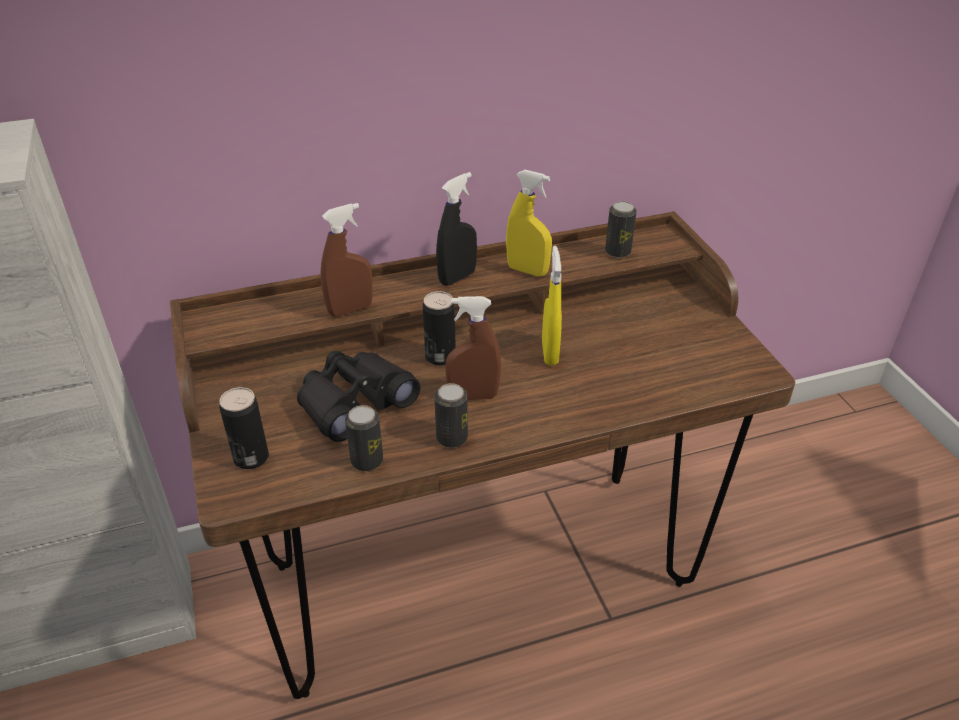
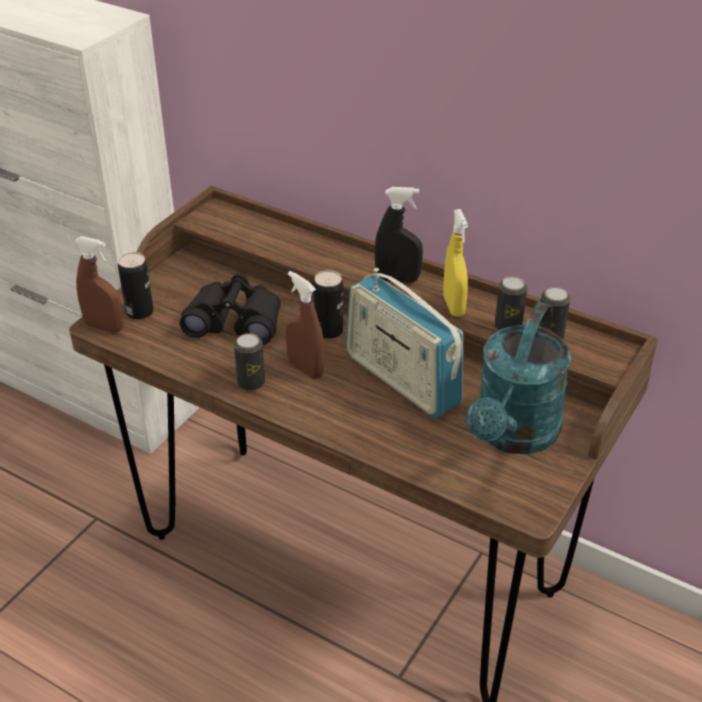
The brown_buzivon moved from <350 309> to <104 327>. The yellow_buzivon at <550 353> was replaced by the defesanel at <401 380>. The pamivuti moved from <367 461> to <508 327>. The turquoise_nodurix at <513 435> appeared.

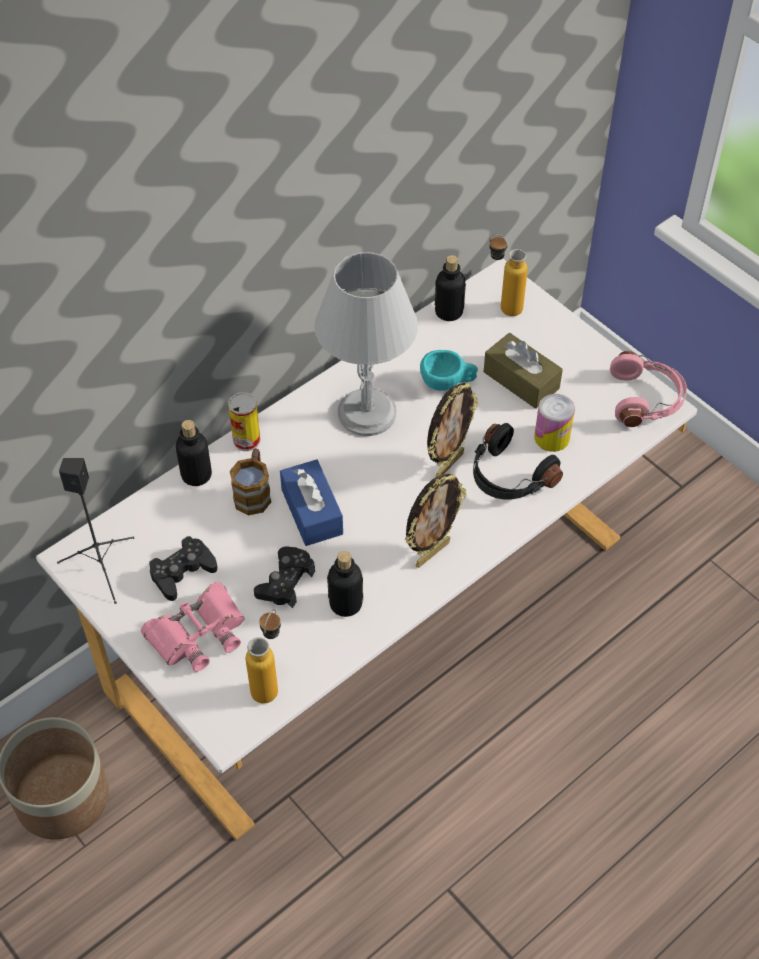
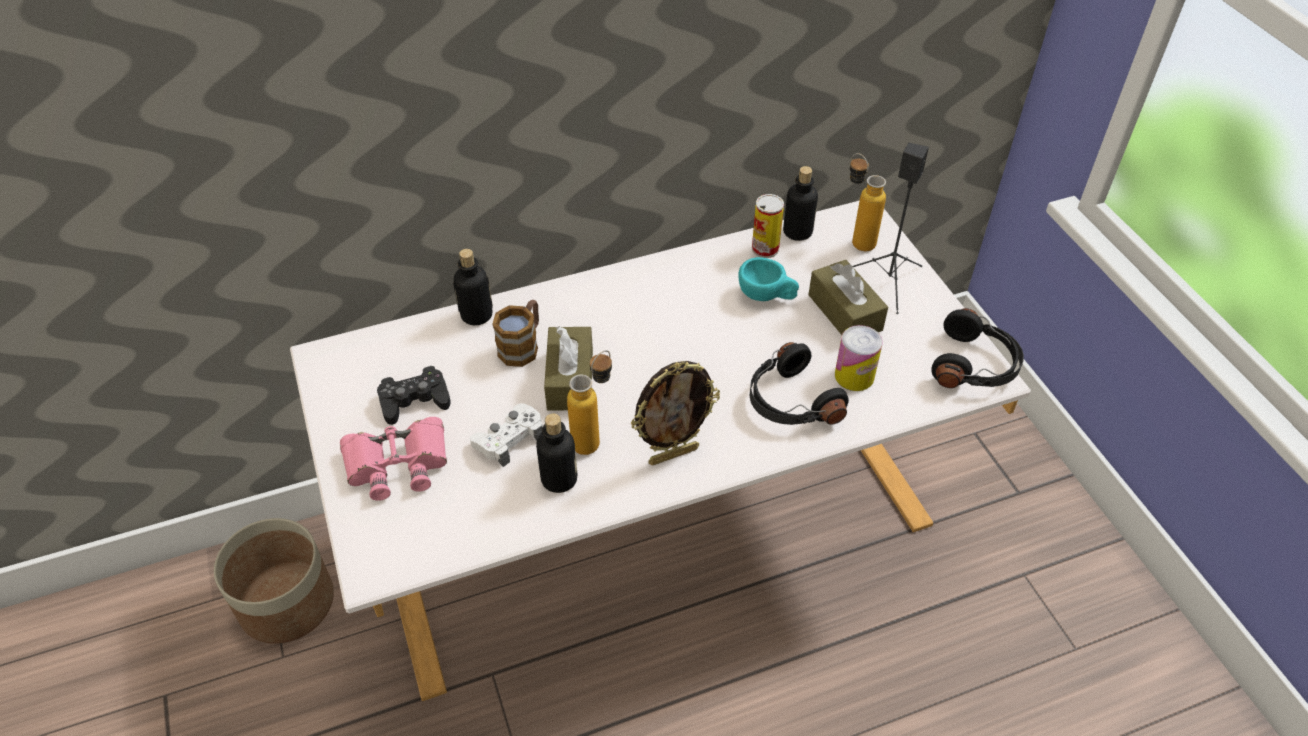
The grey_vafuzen at <367 413> disappeared. The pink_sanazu at <646 399> became the black_sanazu at <975 365>. The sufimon at <448 464> disappeared. The pamivuti moved from <246 440> to <765 248>. The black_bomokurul moved from <102 566> to <888 281>. The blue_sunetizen at <312 512> became the brown_sunetizen at <570 379>. The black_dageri at <285 582> became the white_dageri at <509 439>. The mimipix moved from <269 683> to <594 438>.

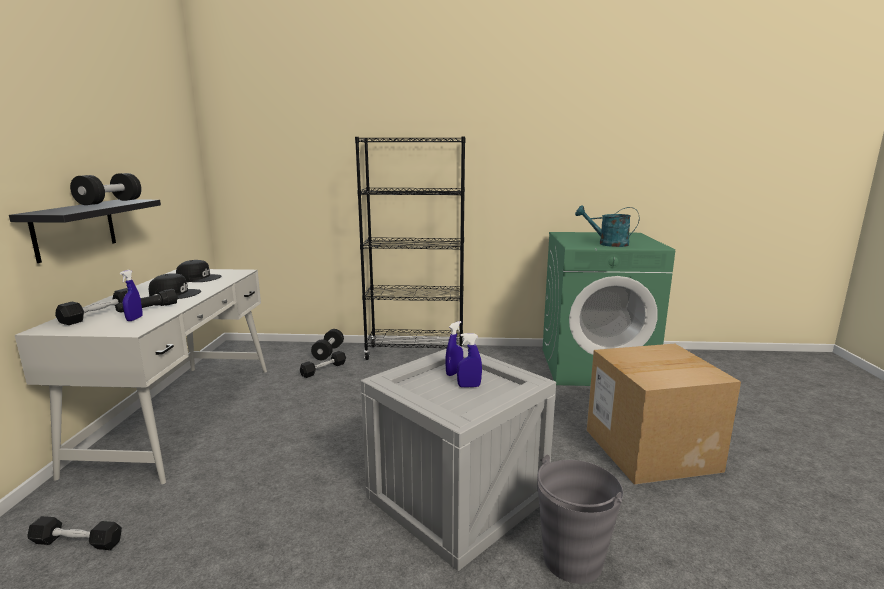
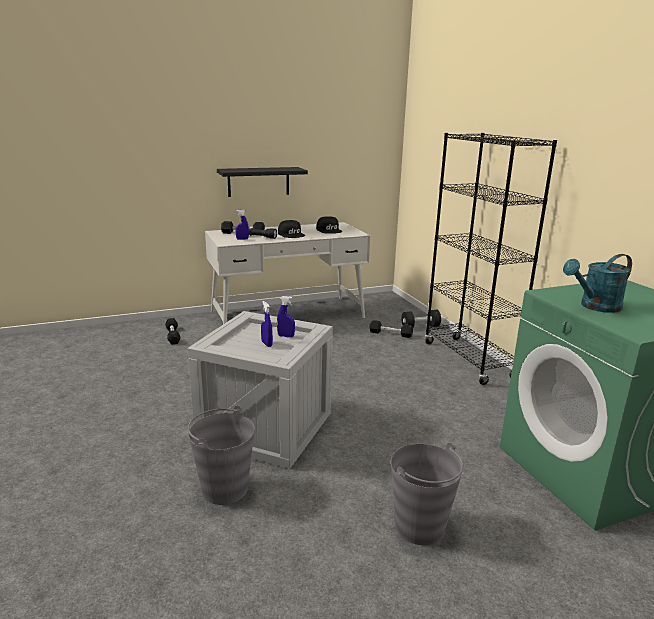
The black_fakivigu at <110 202> disappeared. The turquoise_nodurix at <607 244> turned 105 degrees counterclockwise. The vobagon at <650 449> was replaced by the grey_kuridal at <420 527>.

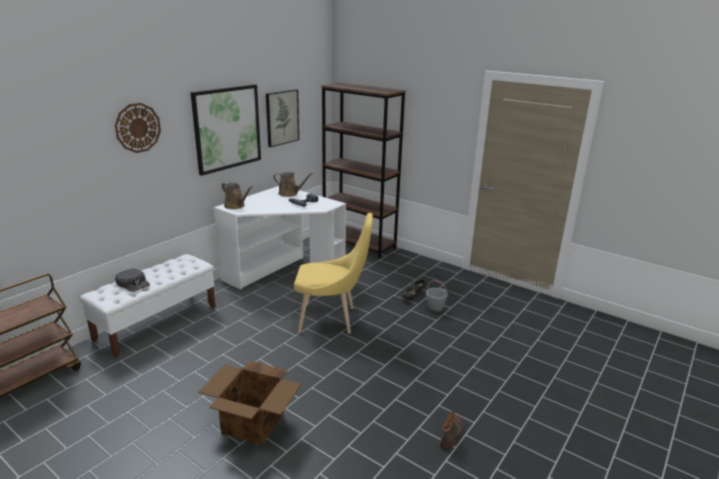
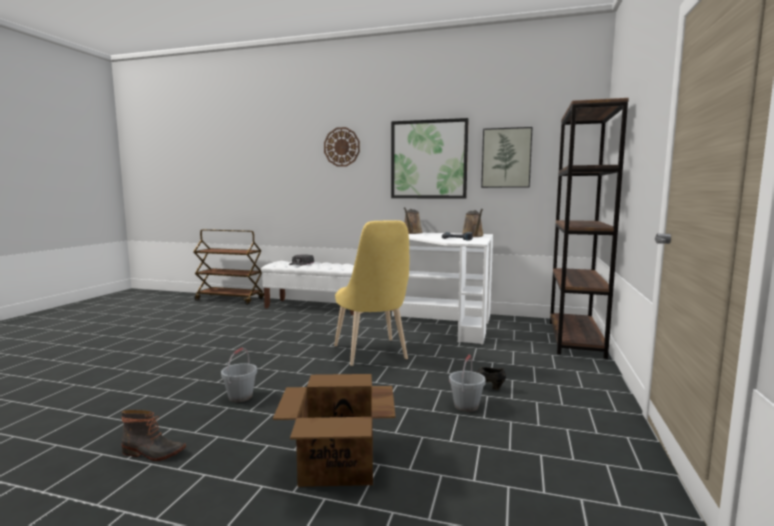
The vobagon moved from <253 423> to <337 465>. The grey_kuridal at <240 397> appeared.

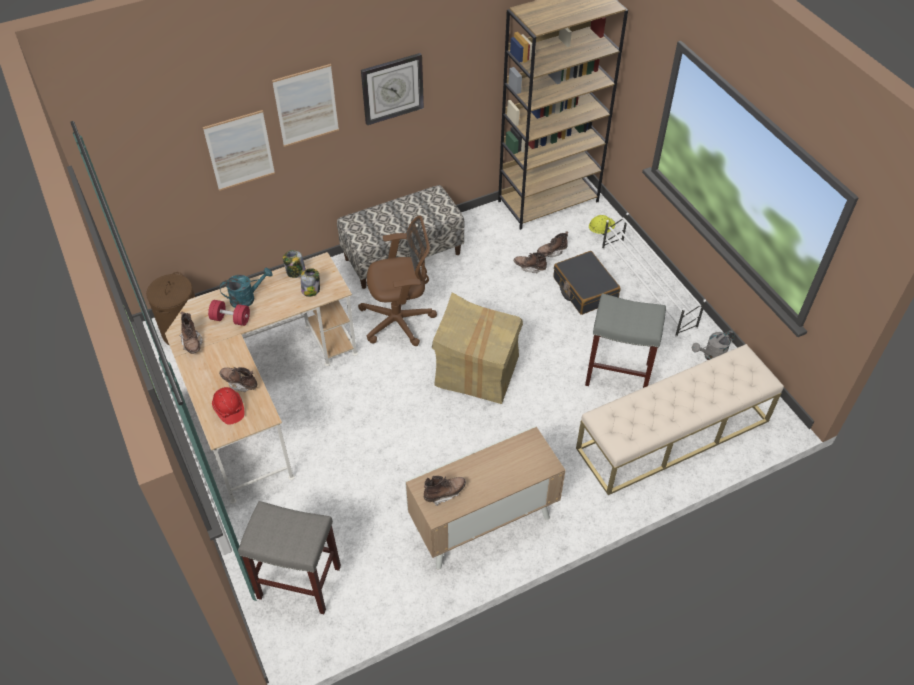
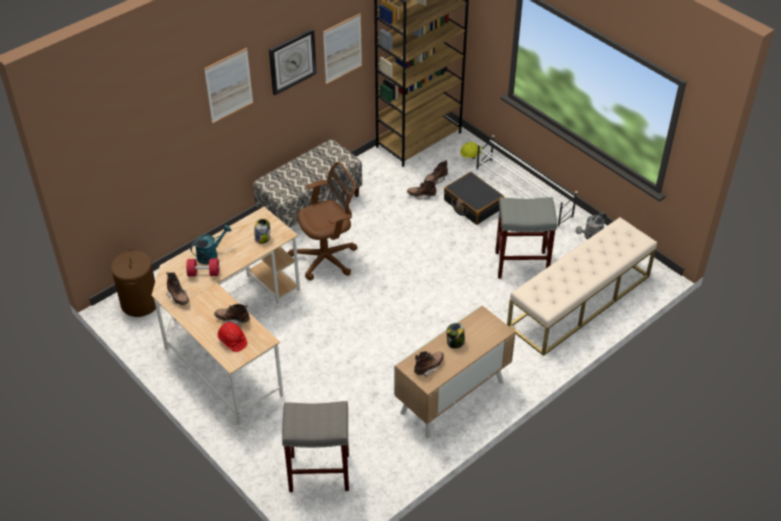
The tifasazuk moved from <240 150> to <342 48>. The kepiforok moved from <295 272> to <455 342>. The vobagon at <476 371> disappeared.

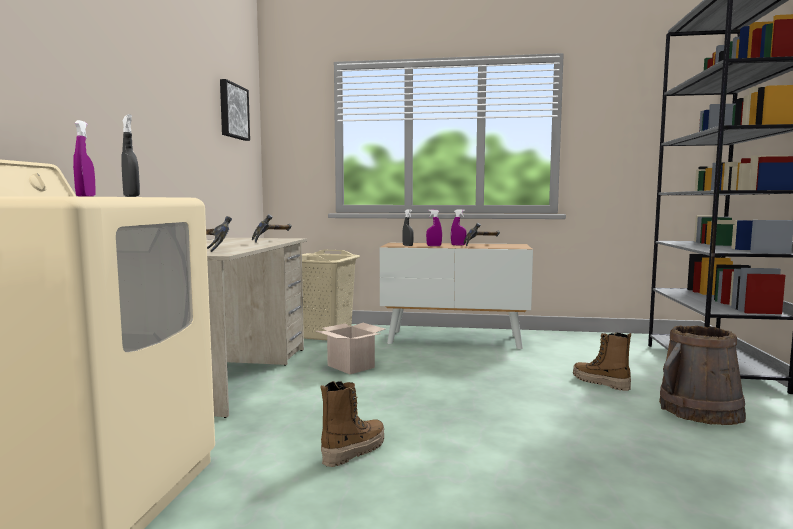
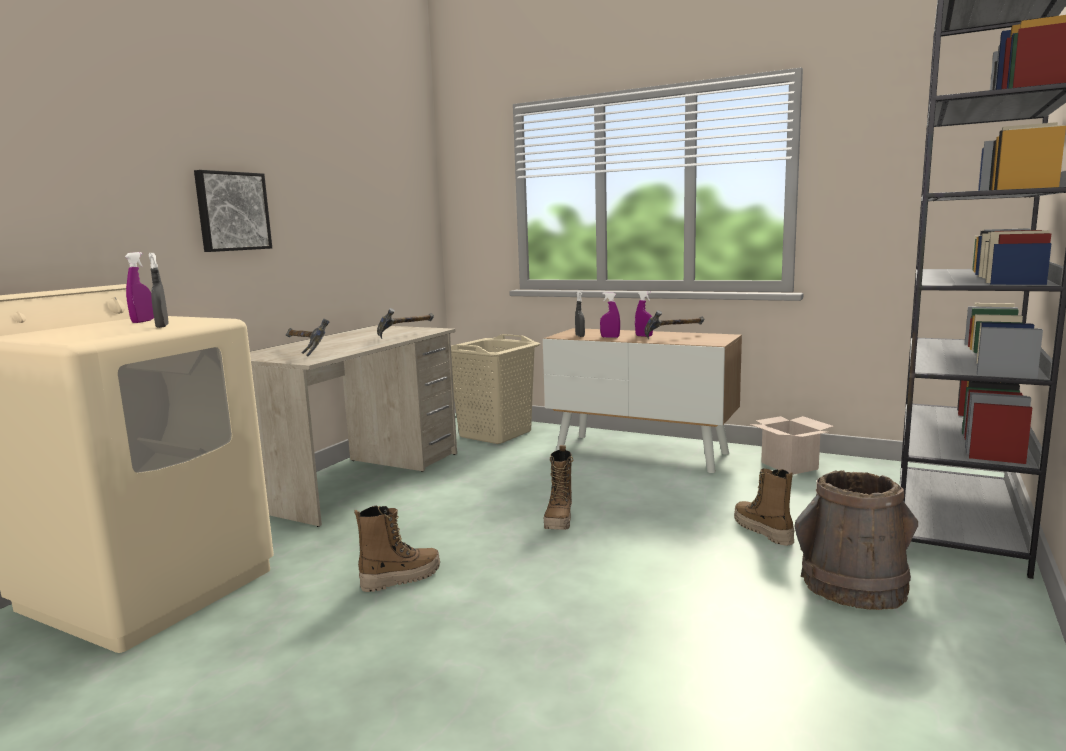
The tifasazuk moved from <232 111> to <232 211>. The vobagon moved from <352 366> to <791 466>. The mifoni at <559 520> appeared.

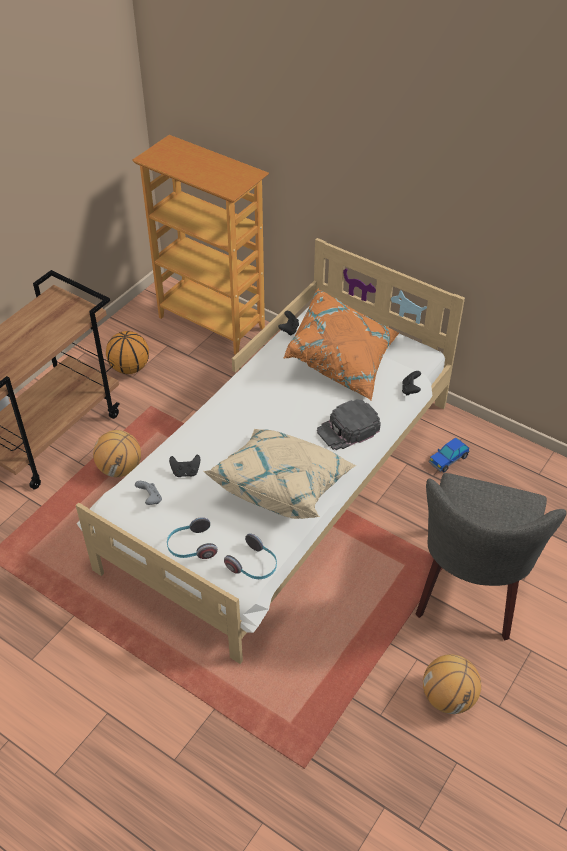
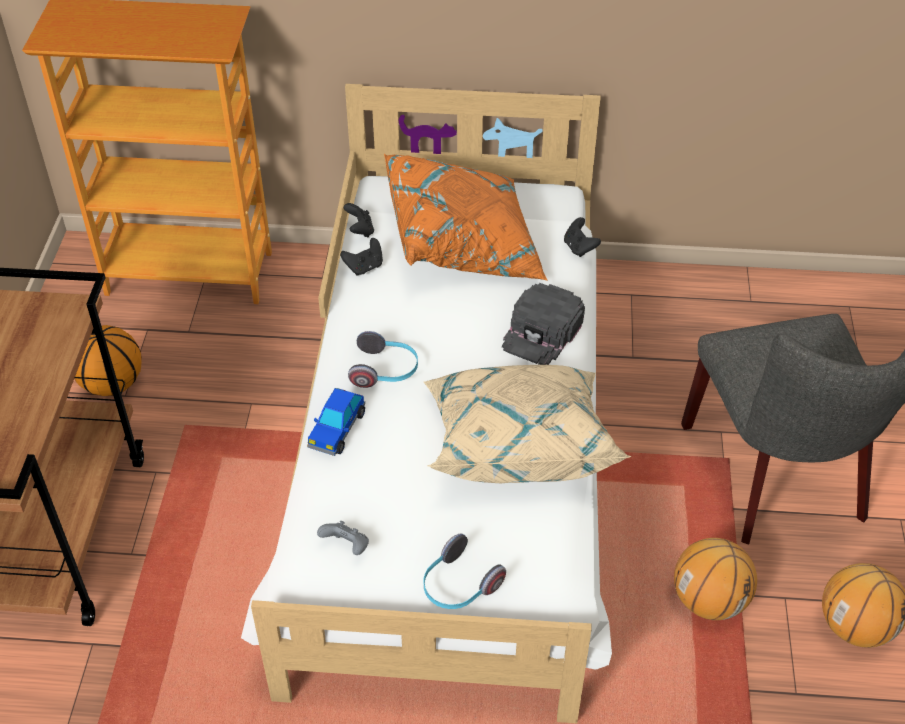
The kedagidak moved from <120 469> to <709 600>. The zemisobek moved from <448 459> to <337 429>. The black_dageri moved from <185 472> to <364 267>. The sanazu moved from <254 566> to <385 371>.

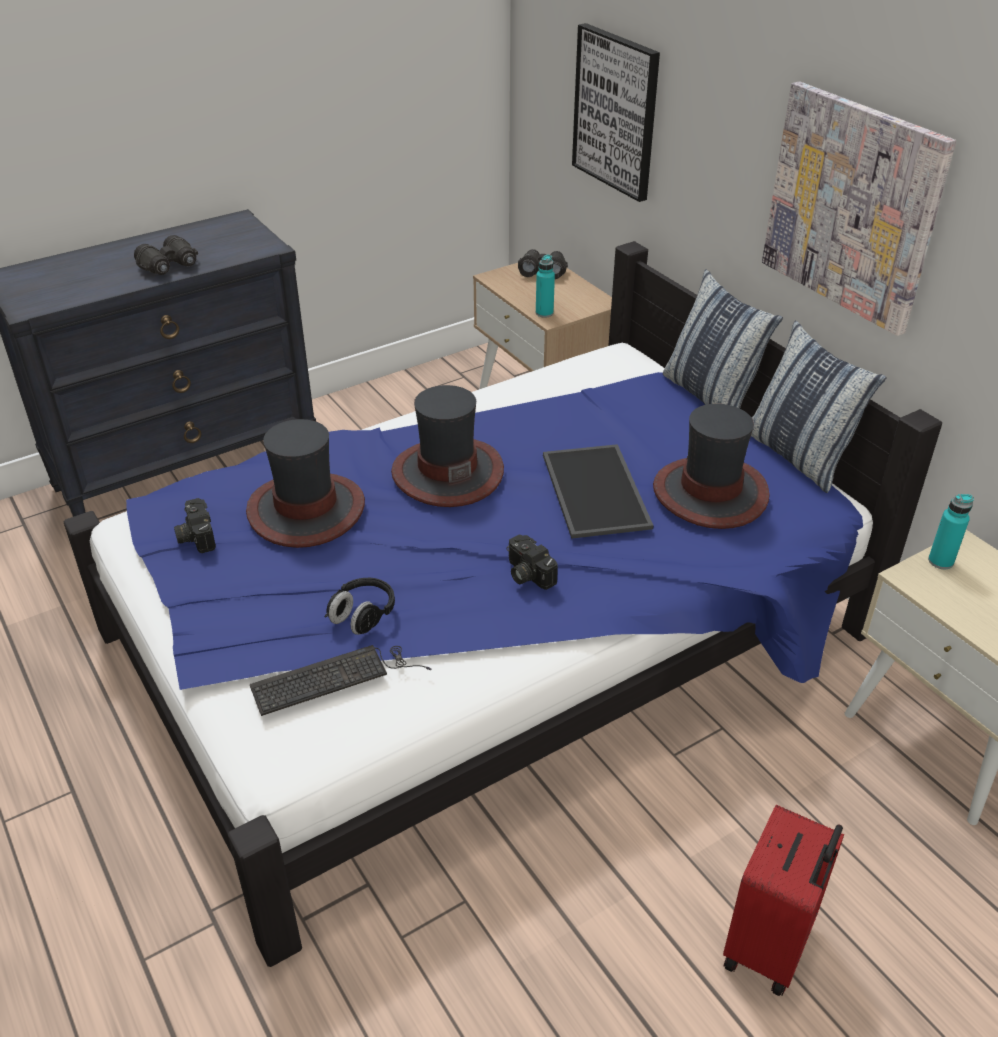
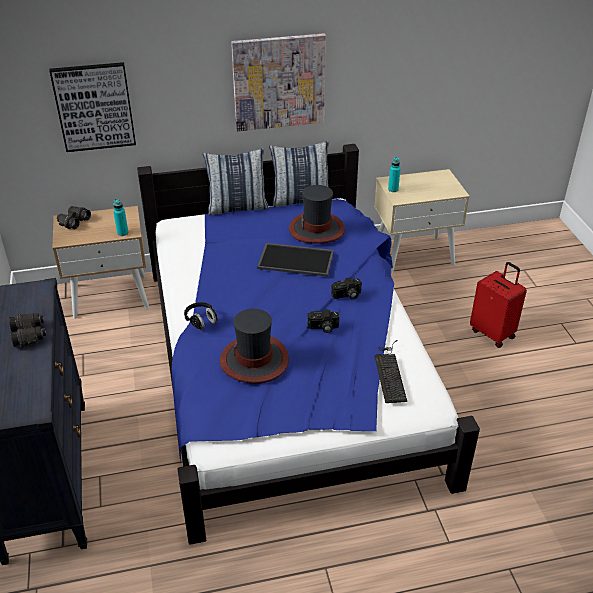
The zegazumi at <447 472> disappeared. The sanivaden moved from <195 536> to <323 328>. The black_sanazu moved from <362 615> to <201 321>.

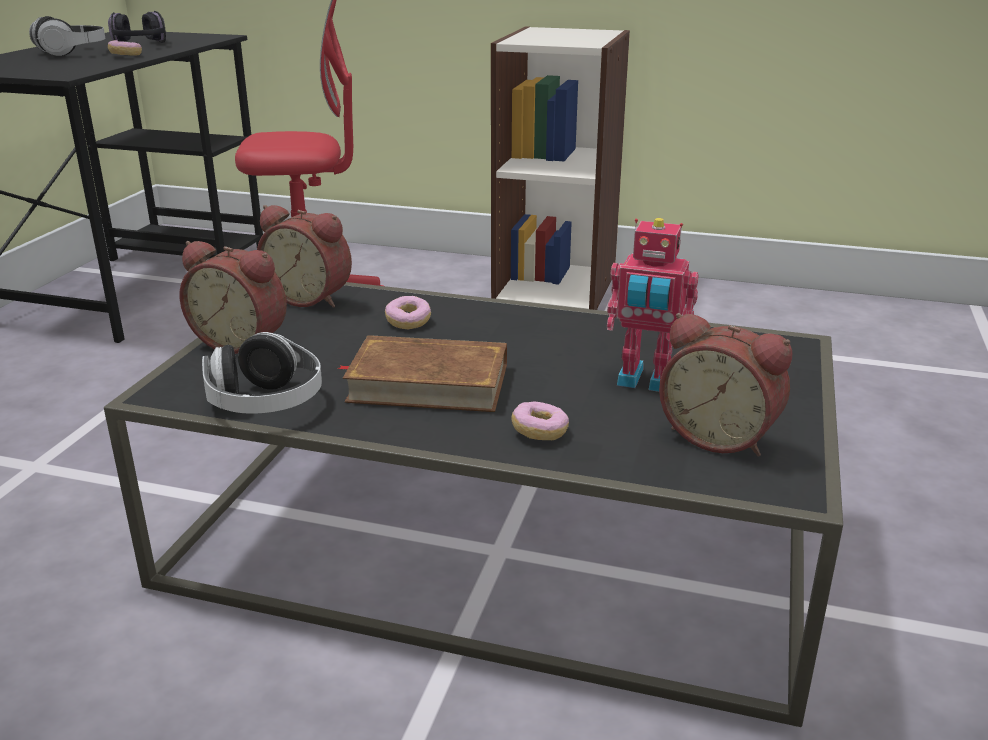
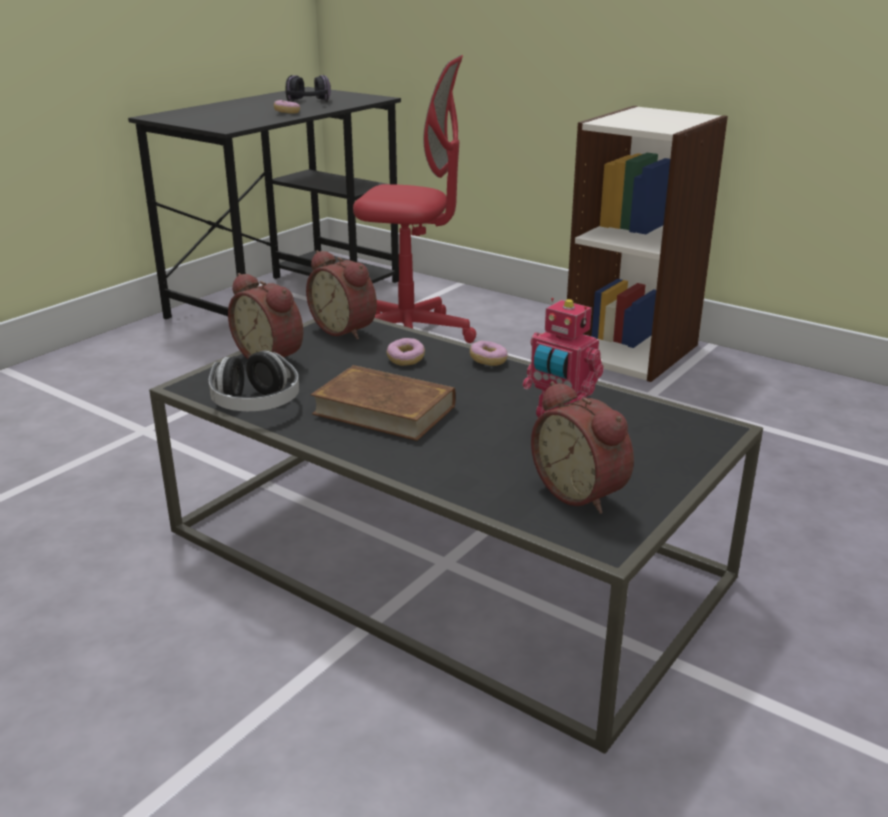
The sanazu at <72 52> disappeared. The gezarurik moved from <539 432> to <488 361>.

